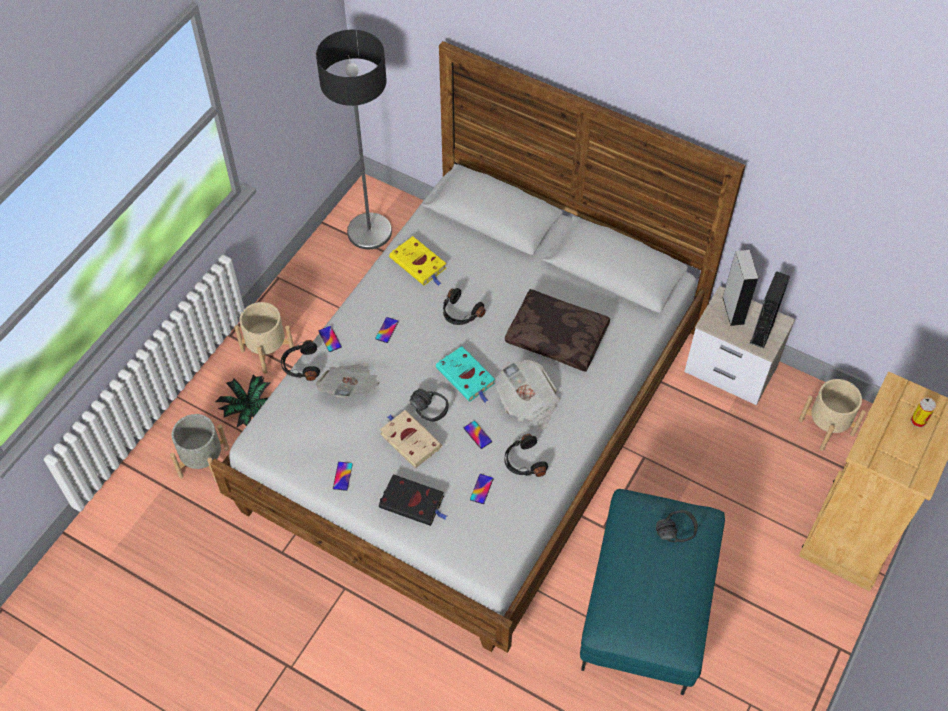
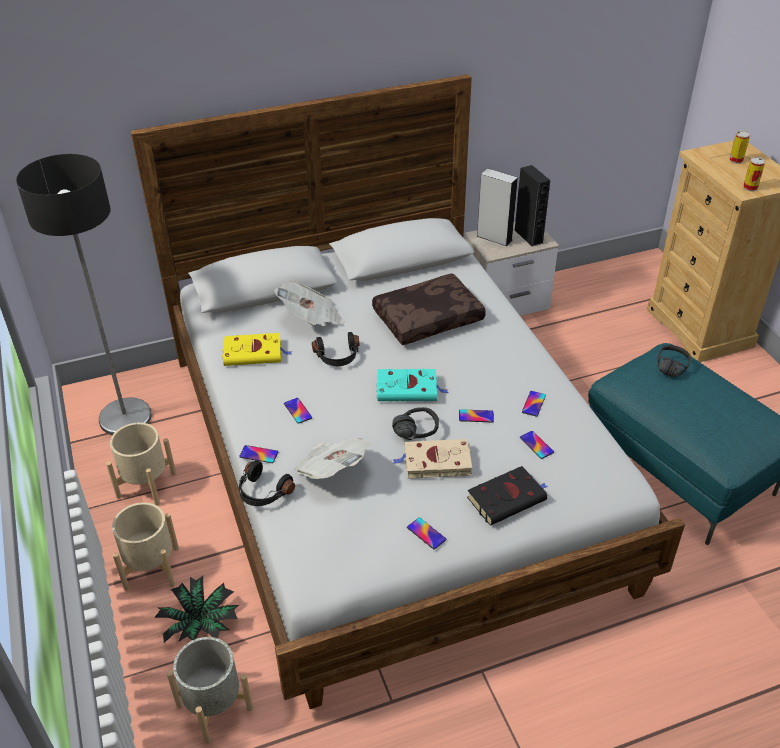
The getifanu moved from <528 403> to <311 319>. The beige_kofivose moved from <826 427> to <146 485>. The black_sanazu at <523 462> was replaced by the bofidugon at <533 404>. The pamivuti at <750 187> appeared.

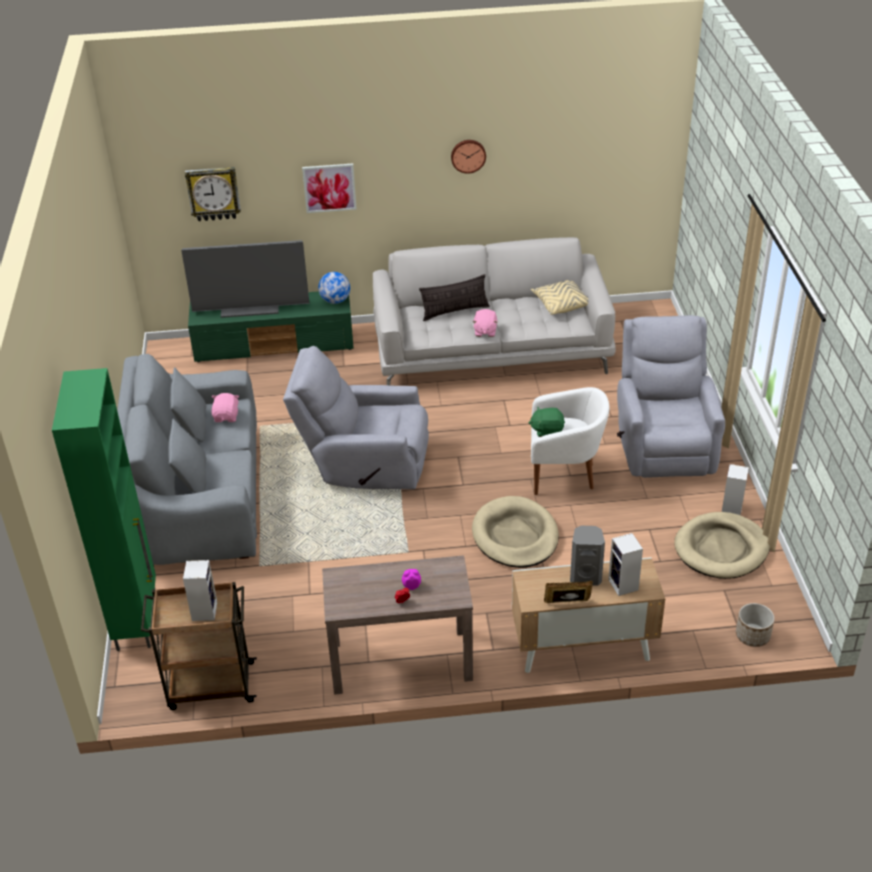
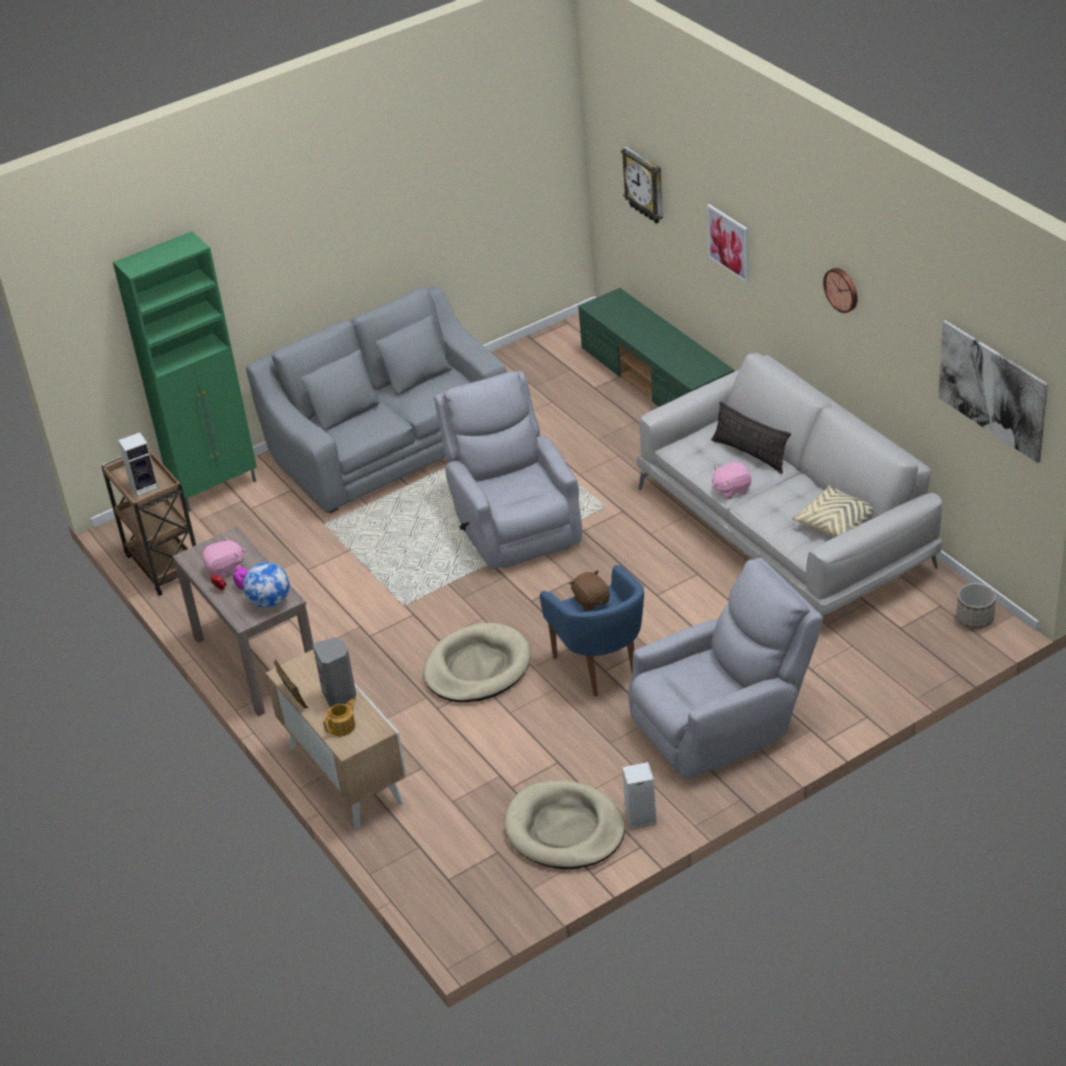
The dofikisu at <250 307> disappeared. The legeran moved from <335 301> to <270 602>. The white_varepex at <564 476> became the blue_varepex at <601 667>. The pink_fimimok moved from <226 417> to <226 568>. The green_fimimok at <547 430> became the brown_fimimok at <591 601>. The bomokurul at <624 585> was replaced by the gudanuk at <343 726>. The kofivose moved from <753 635> to <975 618>. The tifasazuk at <992 390> appeared.

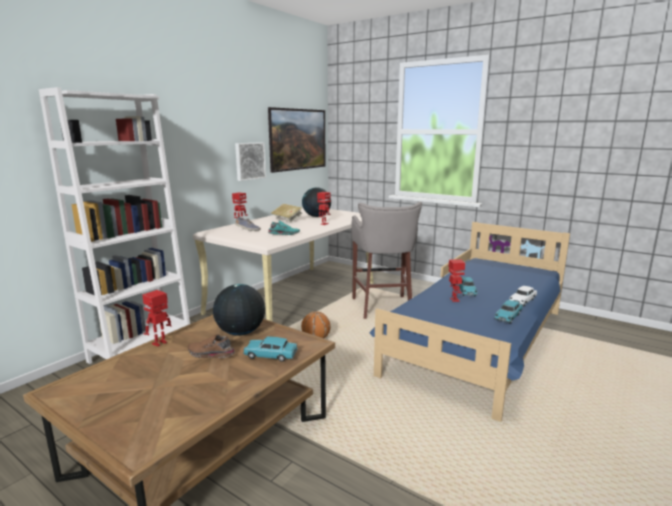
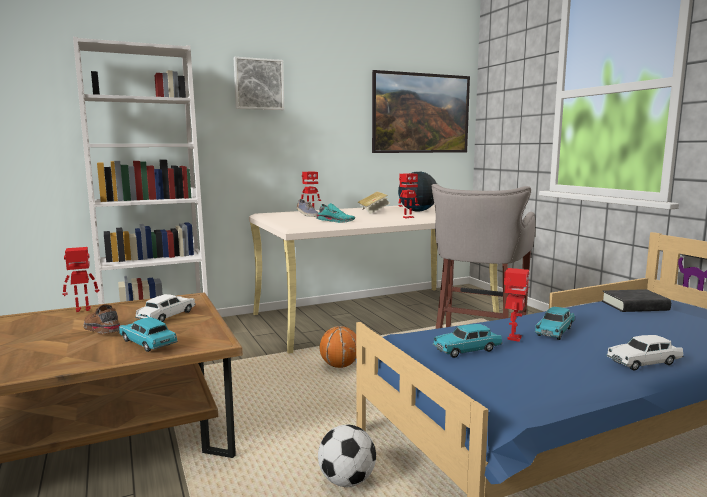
The tifasazuk moved from <249 161> to <258 84>. The legeran at <240 333> was replaced by the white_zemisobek at <167 316>. The turquoise_zemisobek moved from <508 317> to <467 350>. The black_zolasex at <634 306> appeared. The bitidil at <347 481> appeared.

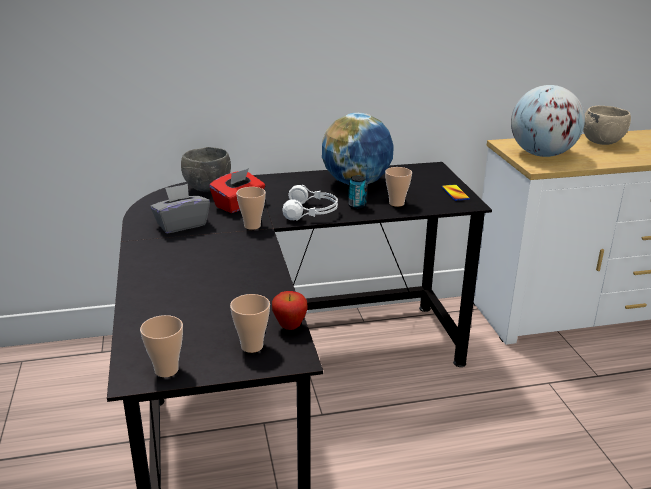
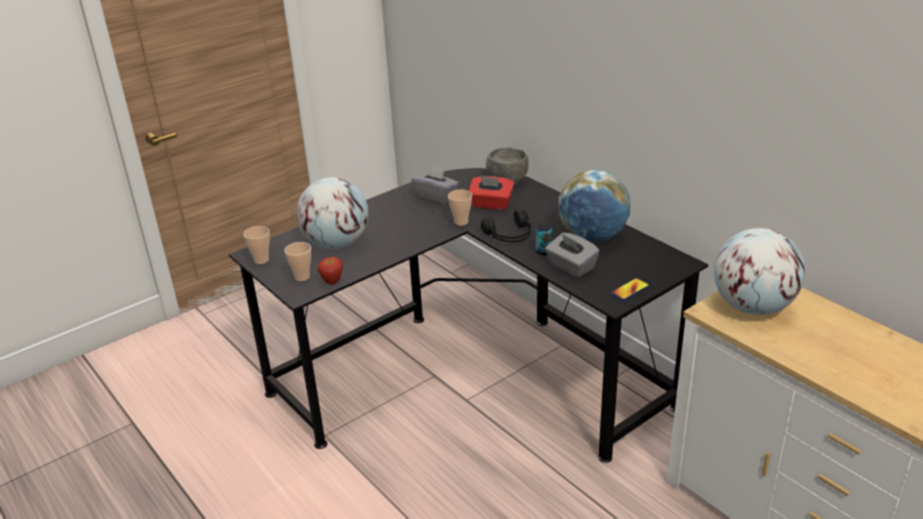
The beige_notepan at <601 142> disappeared. The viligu at <396 203> was replaced by the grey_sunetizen at <571 267>. The white_sanazu at <311 212> became the black_sanazu at <510 236>. The legeran at <336 243> appeared.

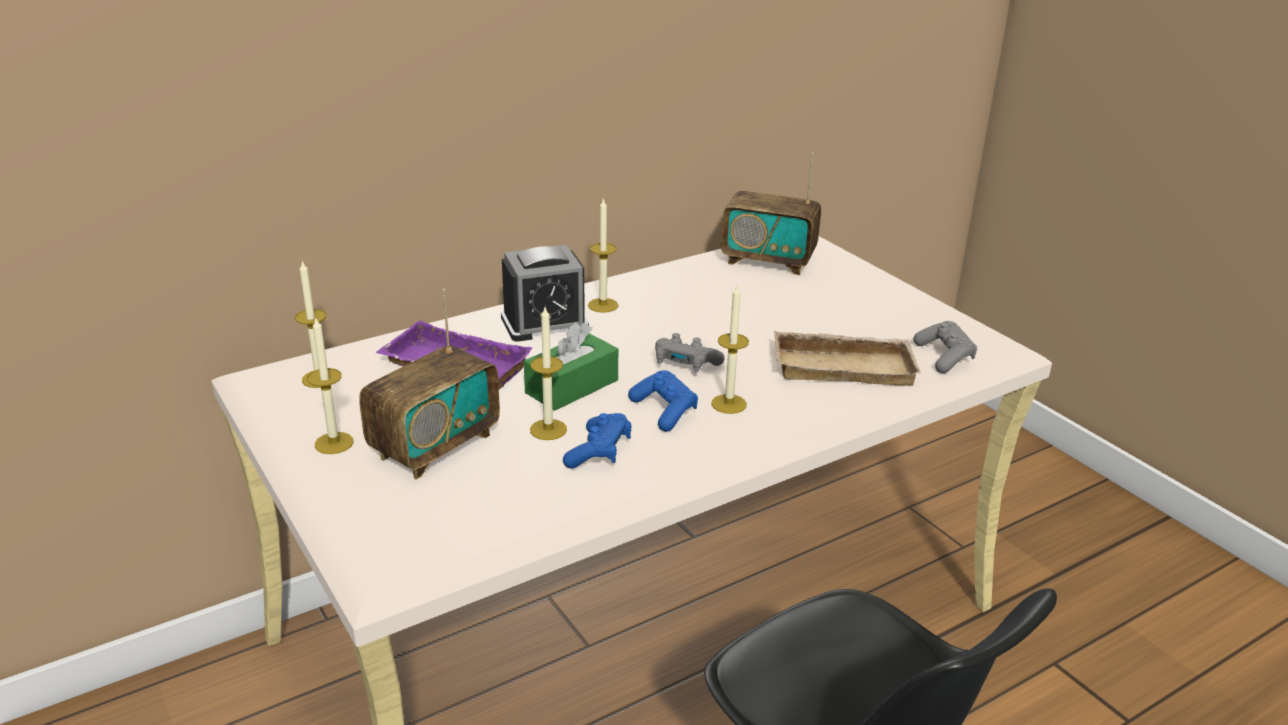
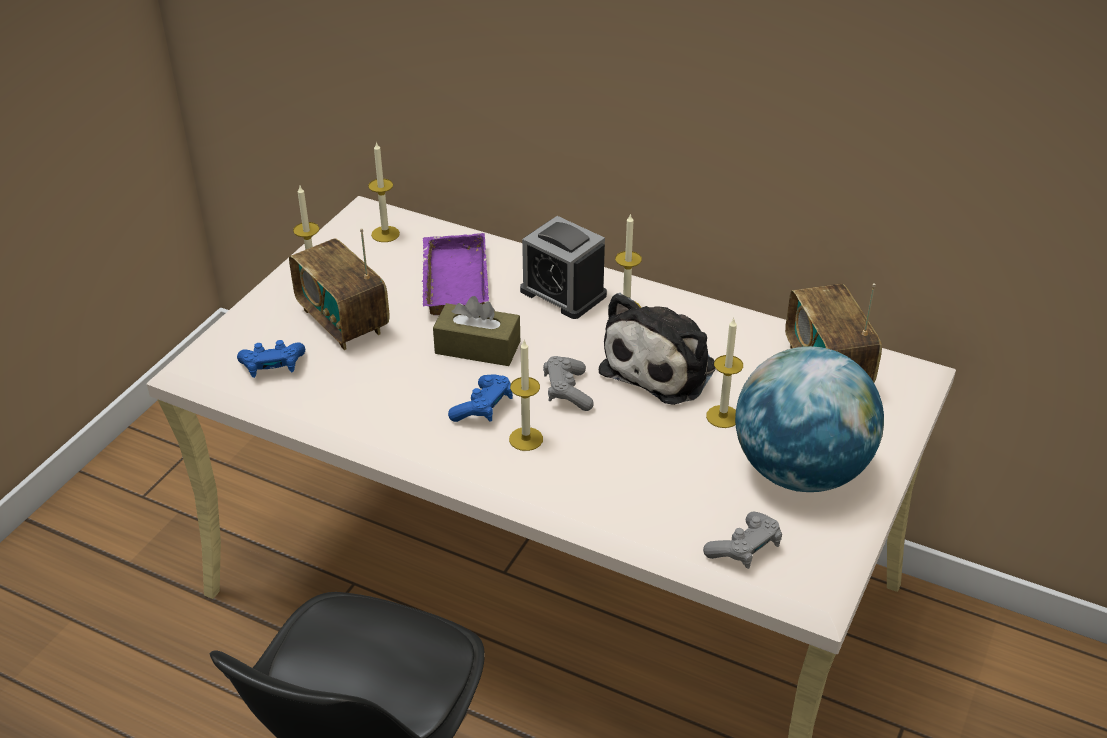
The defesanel at <435 446> turned 45 degrees clockwise. The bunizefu moved from <548 429> to <722 416>. The green_sunetizen at <572 386> became the brown_sunetizen at <477 347>. The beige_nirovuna at <844 366> disappeared. The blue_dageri moved from <599 453> to <273 367>. The fimimok at <663 366> appeared. The legeran at <800 471> appeared.

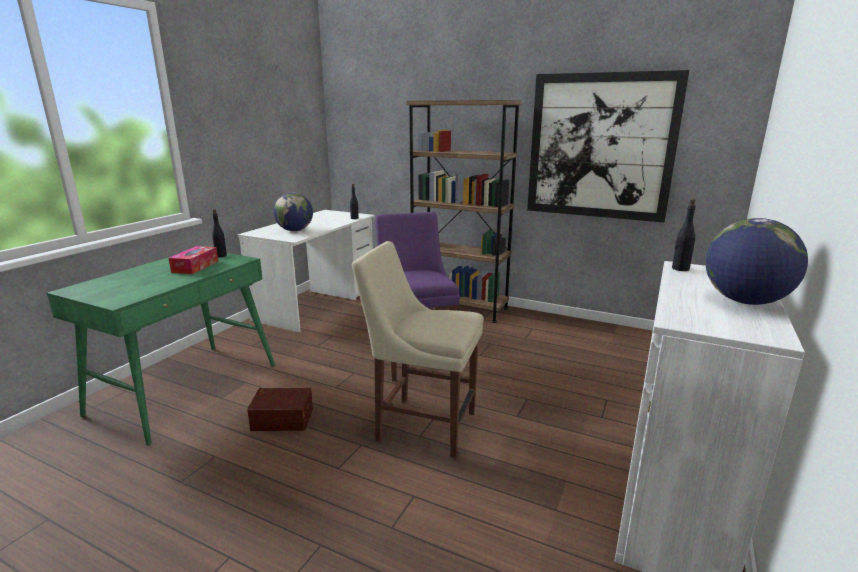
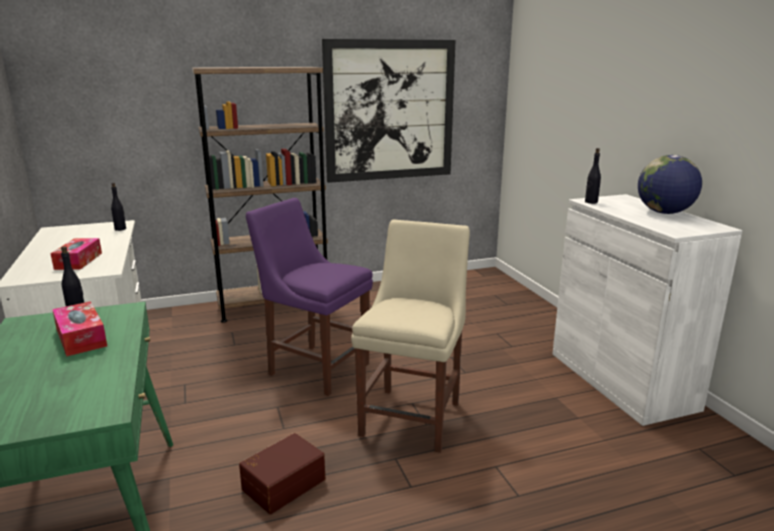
The legeran at <295 230> was replaced by the sunetizen at <78 261>. The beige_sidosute at <421 424> turned 135 degrees clockwise.

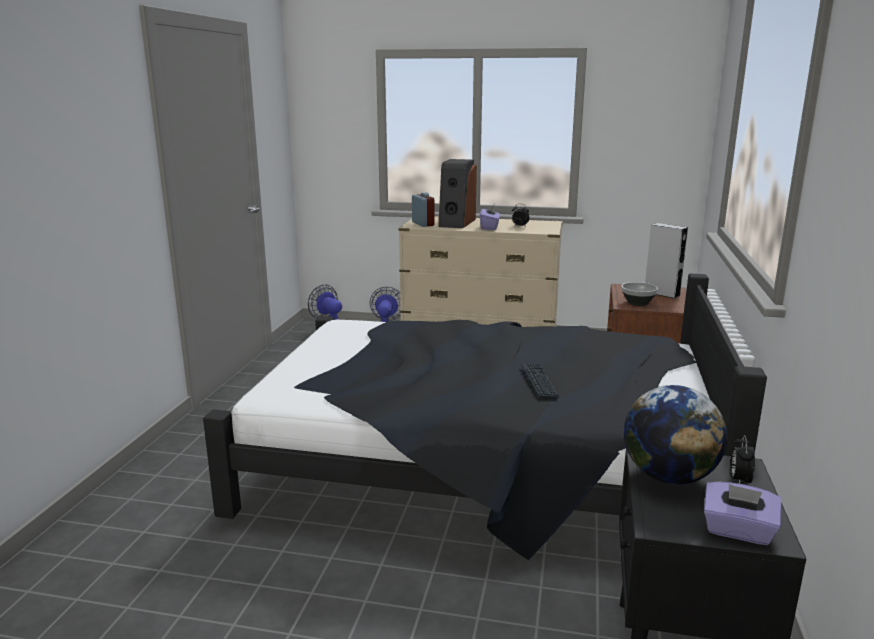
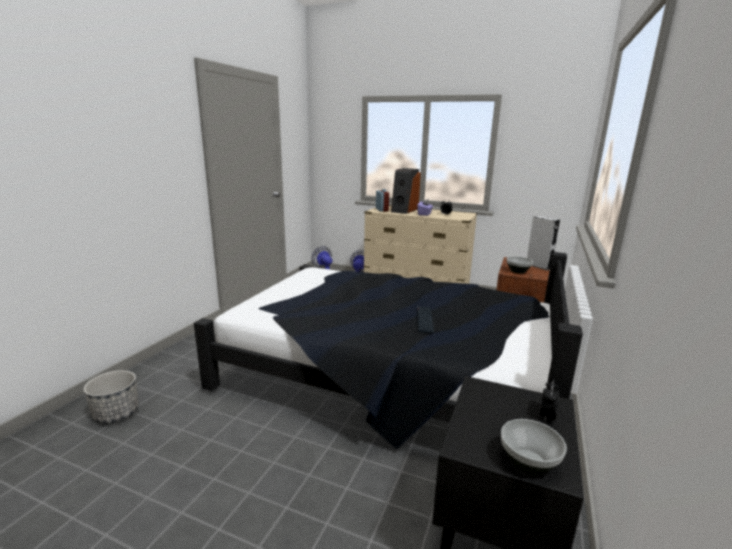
The legeran at <669 476> disappeared. The purple_sunetizen at <738 531> was replaced by the notepan at <529 462>. The kofivose at <116 414> appeared.

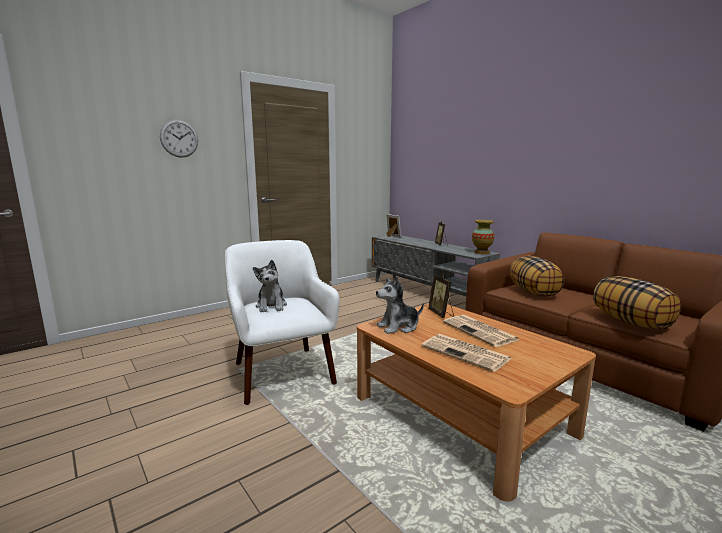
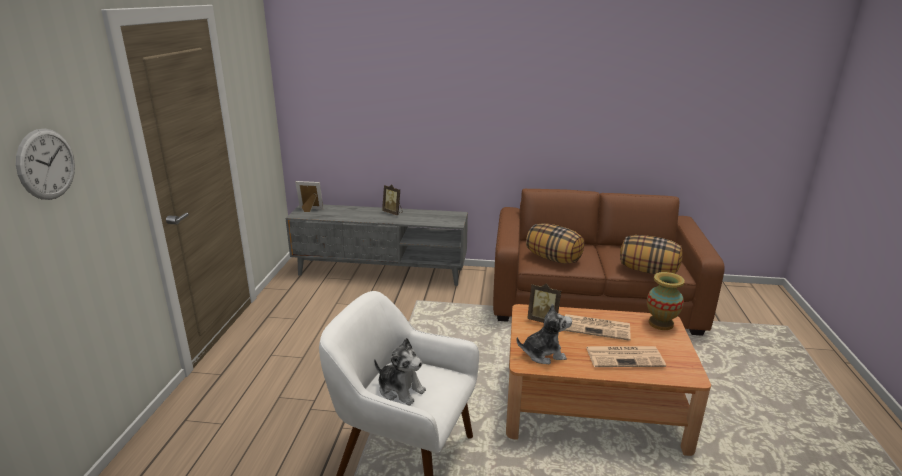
The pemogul moved from <482 252> to <660 323>. The fimimok at <398 327> turned 120 degrees counterclockwise.

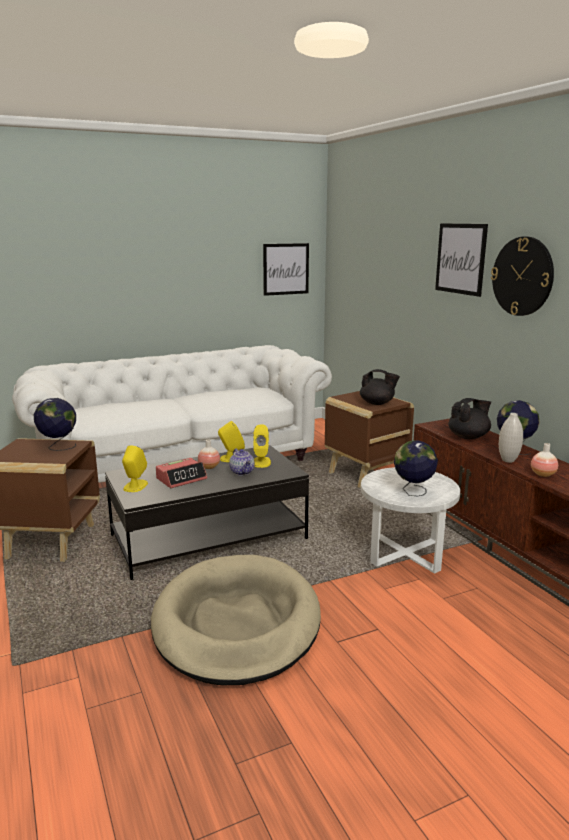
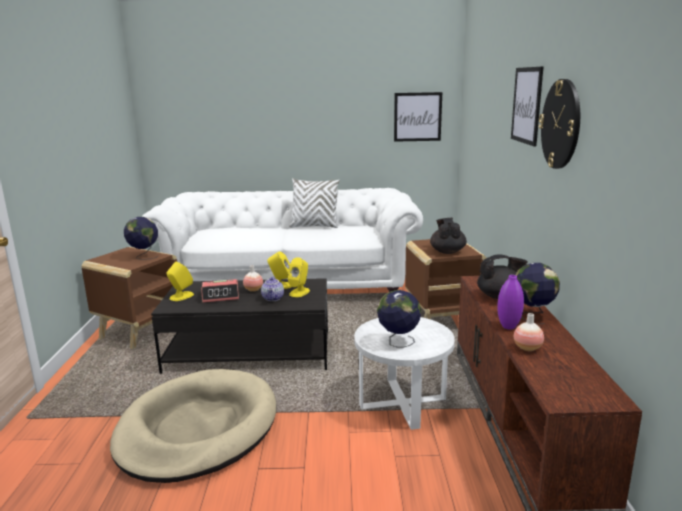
The black_gudanuk at <377 403> turned 135 degrees counterclockwise. The white_pemogul at <508 460> became the purple_pemogul at <508 327>. The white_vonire at <314 226> appeared.

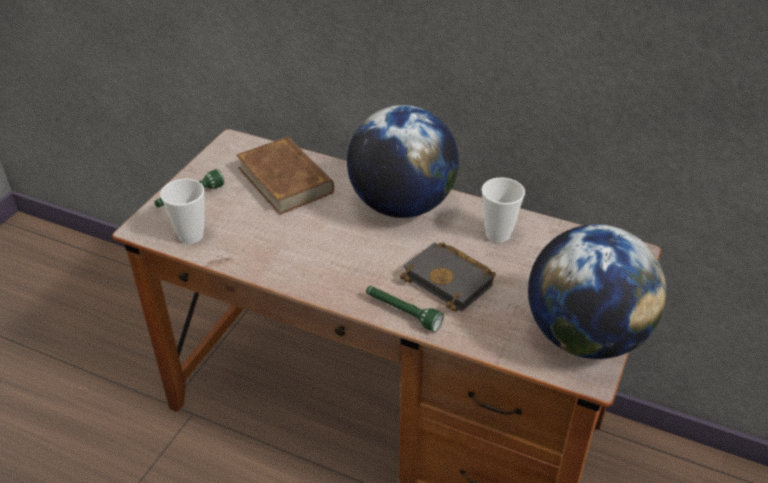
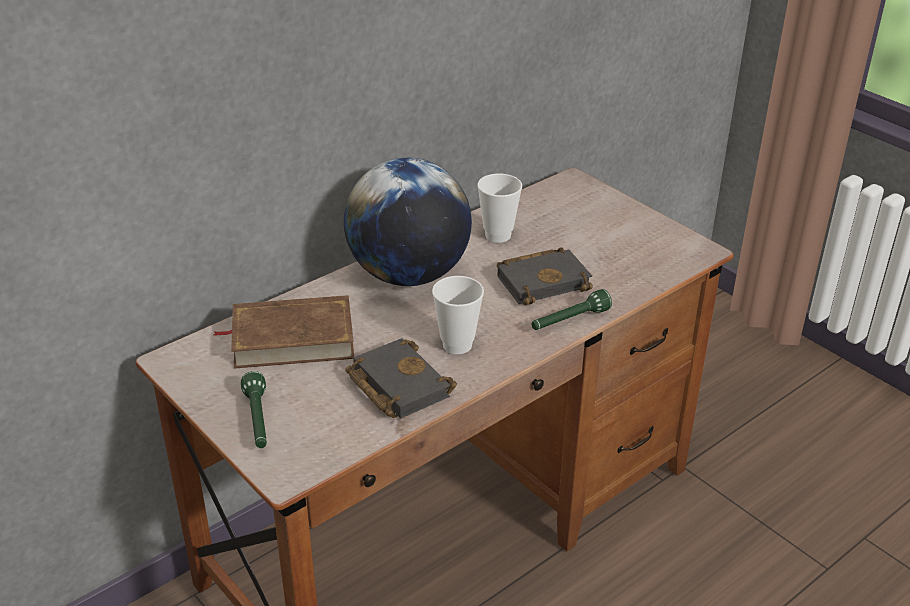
The viligu moved from <191 235> to <457 345>. The legeran at <585 337> disappeared. The black_zolasex at <395 385> appeared.

